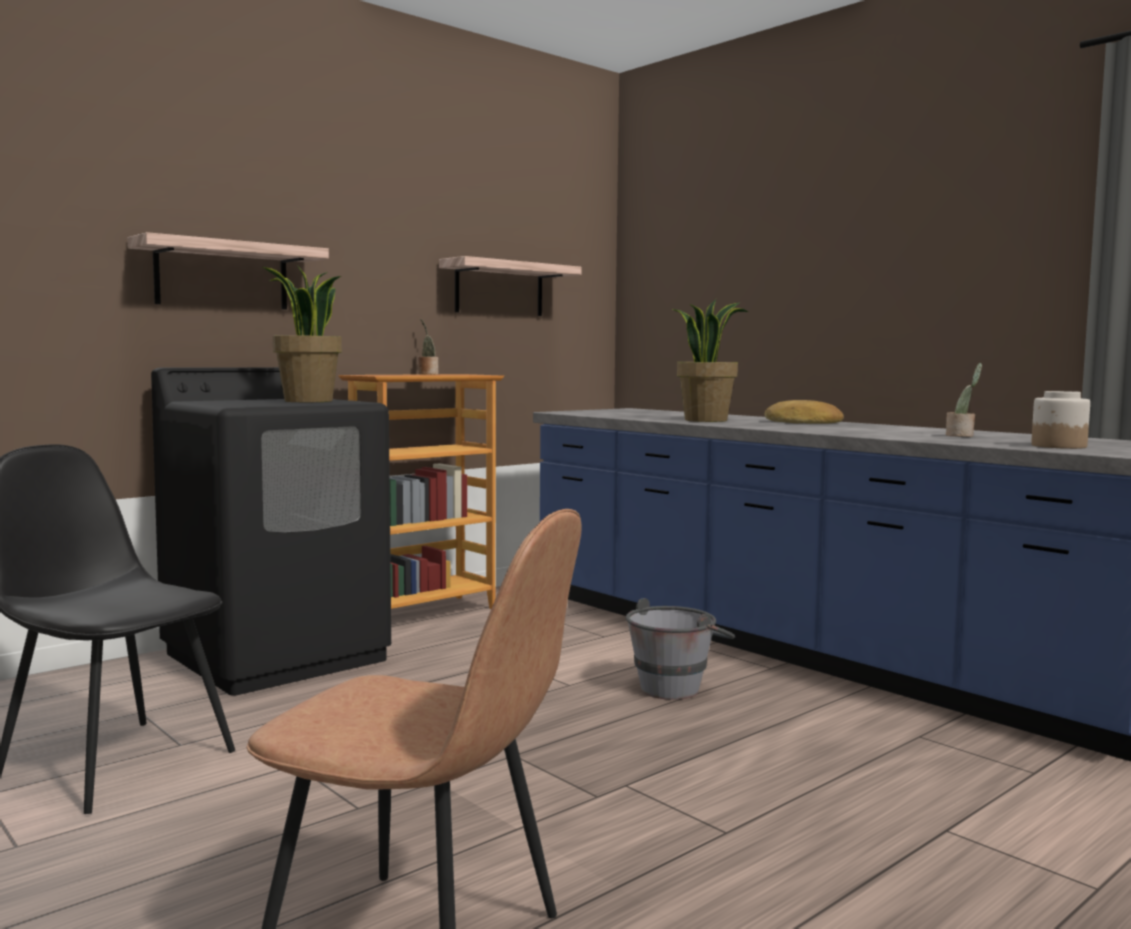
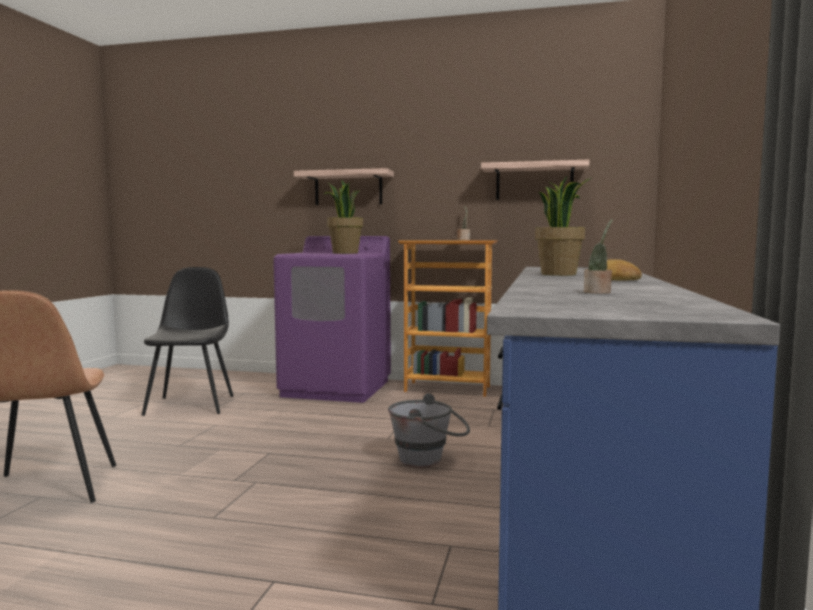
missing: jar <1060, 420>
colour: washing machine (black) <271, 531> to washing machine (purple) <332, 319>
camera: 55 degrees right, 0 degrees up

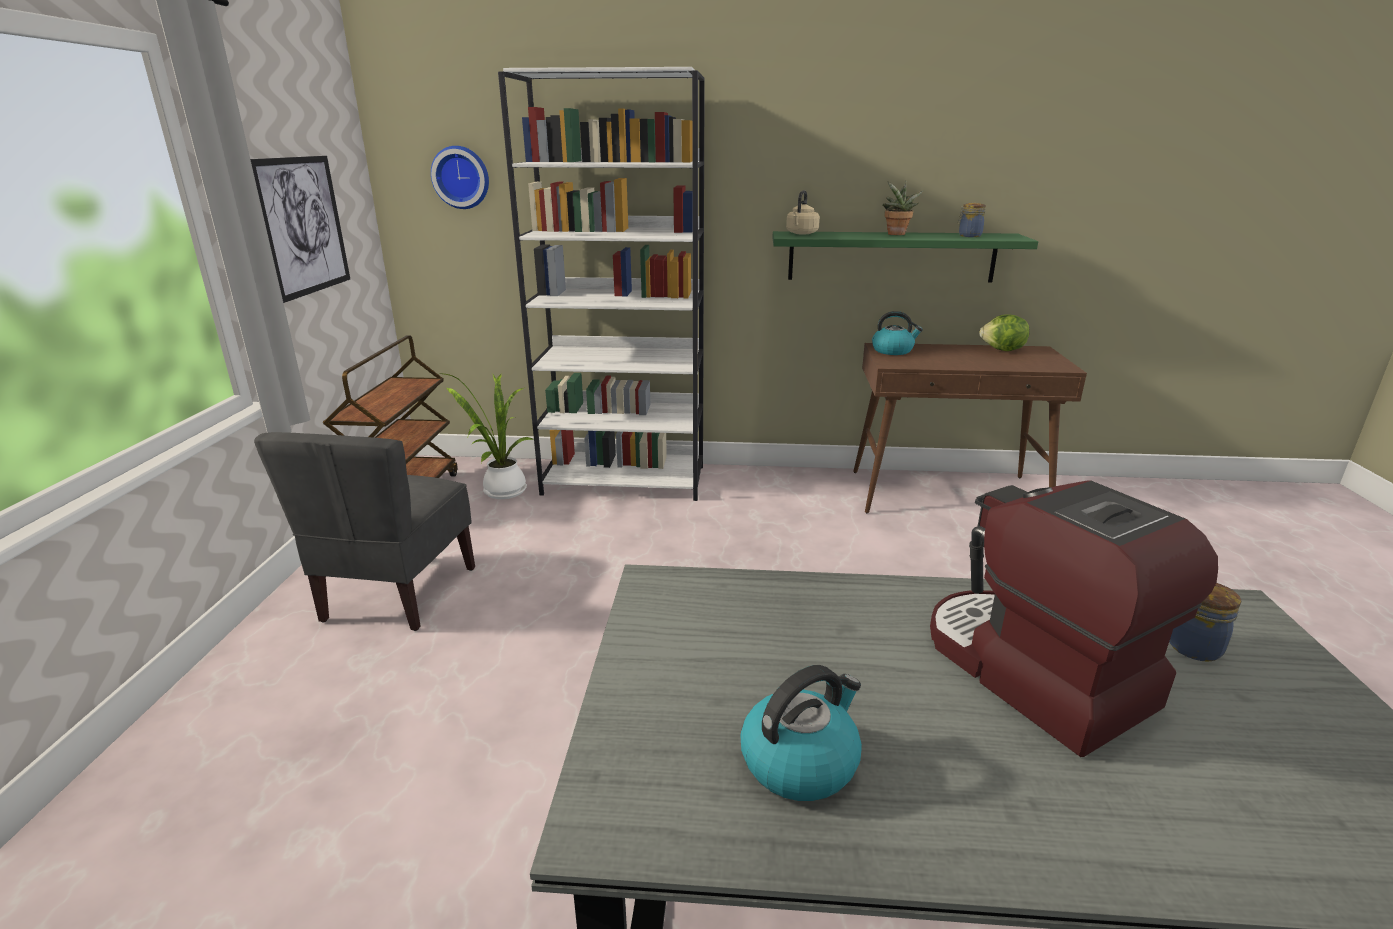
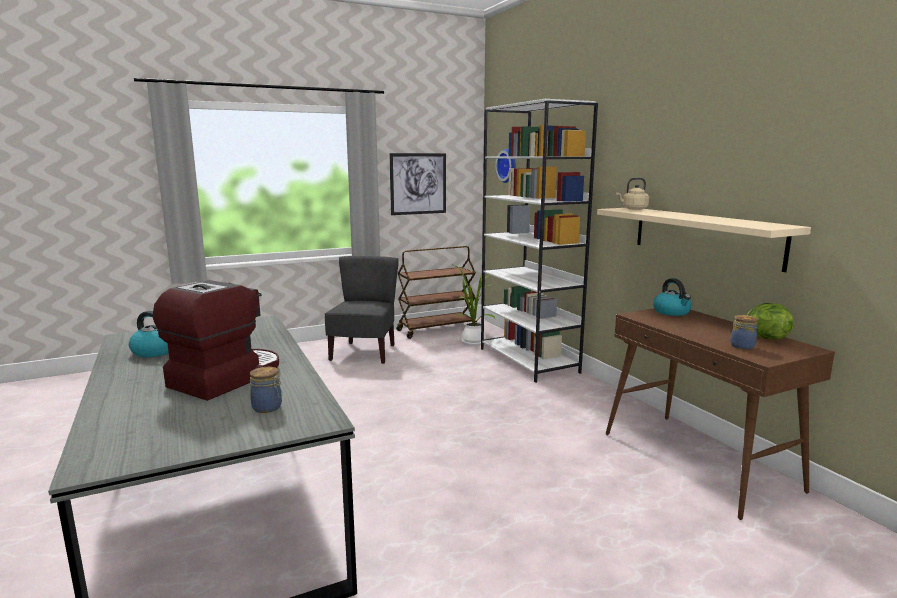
missing: potted plant <902, 208>
relocated: jar <972, 220> to <744, 332>
colour: shelf (green) <905, 256> to shelf (beige) <704, 240>
spun: chair (grey) <364, 531> = <362, 310> 120 degrees clockwise
camera: 60 degrees right, 10 degrees down

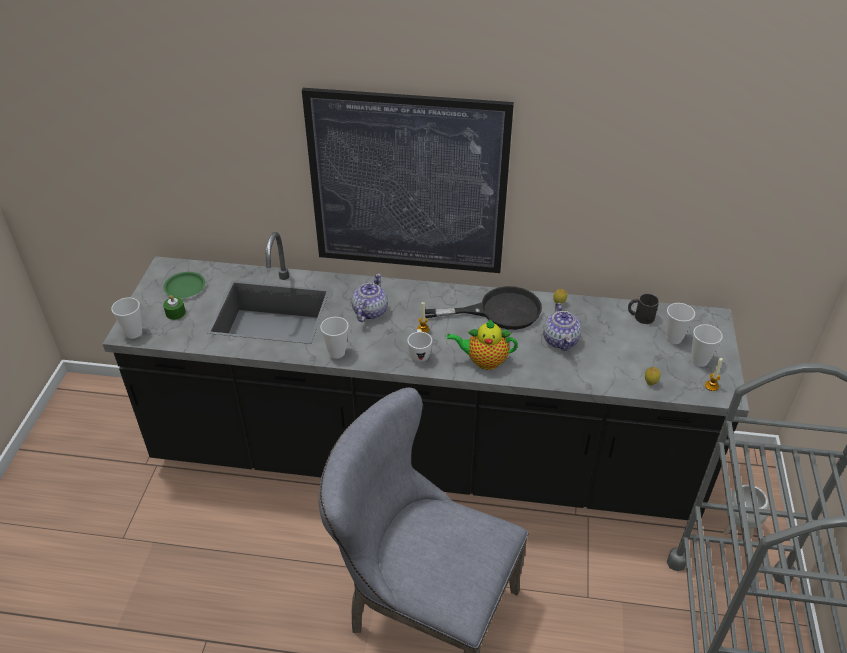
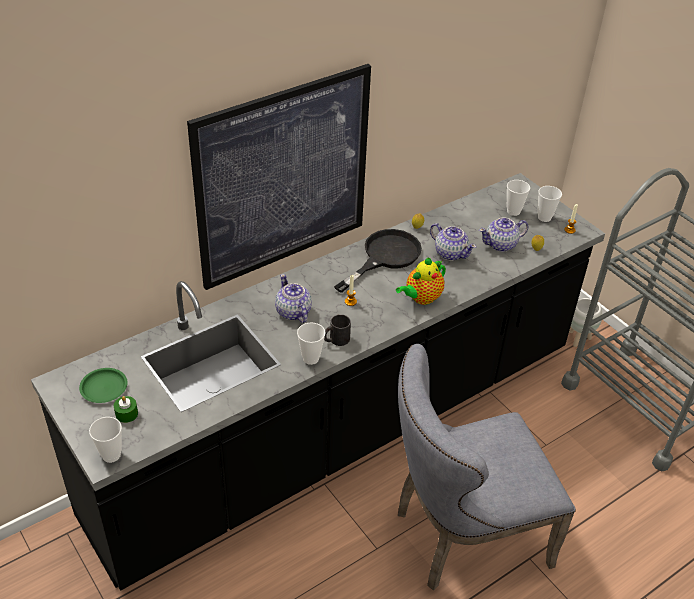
missing: mug (white) <419, 345>
appeared: teapot <503, 234>
relocated: mug (black) <643, 309> to <337, 330>
camera: 45 degrees left, 0 degrees up

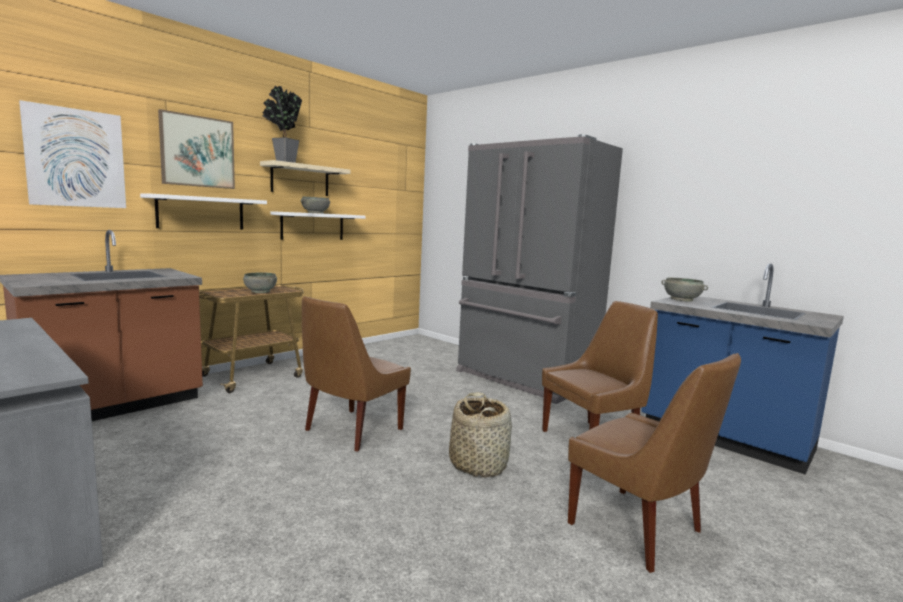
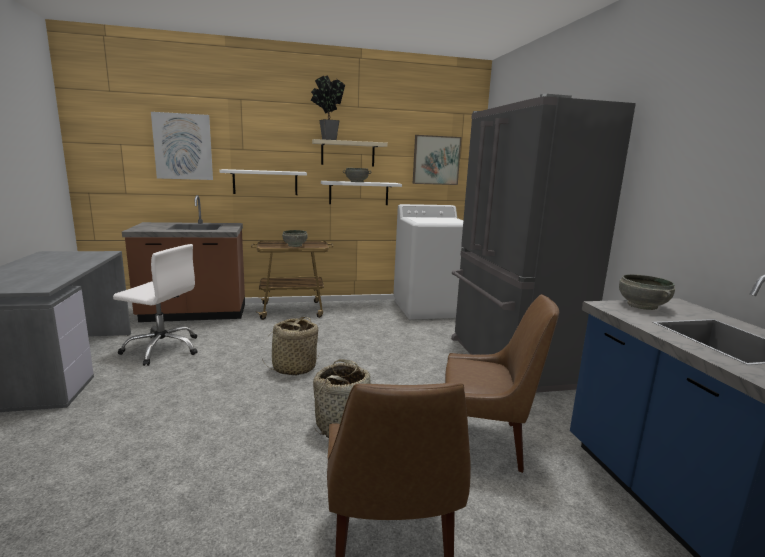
appeared: washing machine (white) <428, 262>; office chair (white) <155, 305>
relocated: picture <196, 149> to <437, 160>
exchanged: chair (brown) <356, 374> to basket <290, 346>
camera: 35 degrees right, 5 degrees up

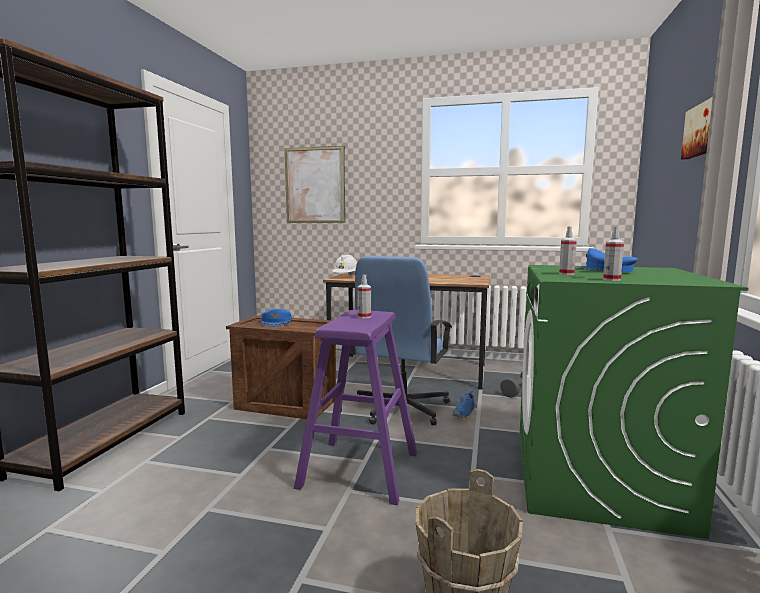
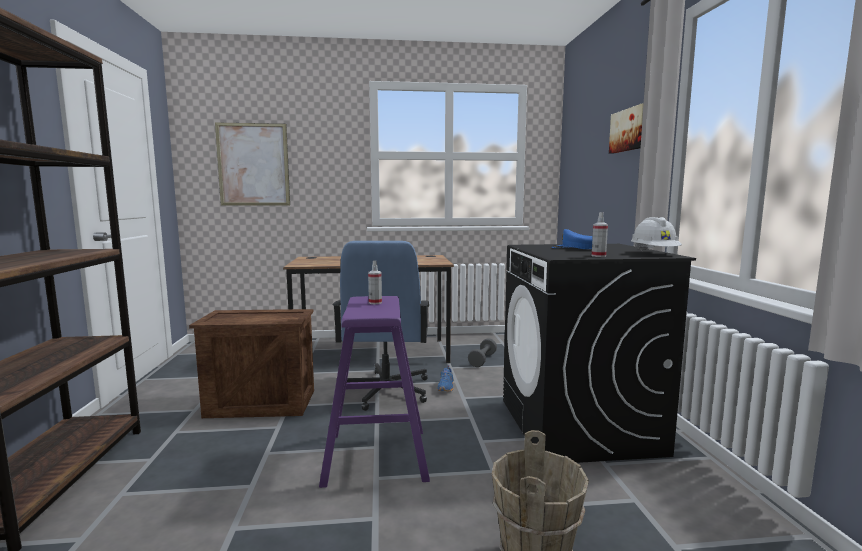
missing: spray bottle <568, 250>; cap (blue) <276, 318>
relocated: hard hat (white) <344, 265> to <656, 234>
colour: washing machine (green) <633, 402> to washing machine (black) <599, 353>
camera: 20 degrees left, 0 degrees up

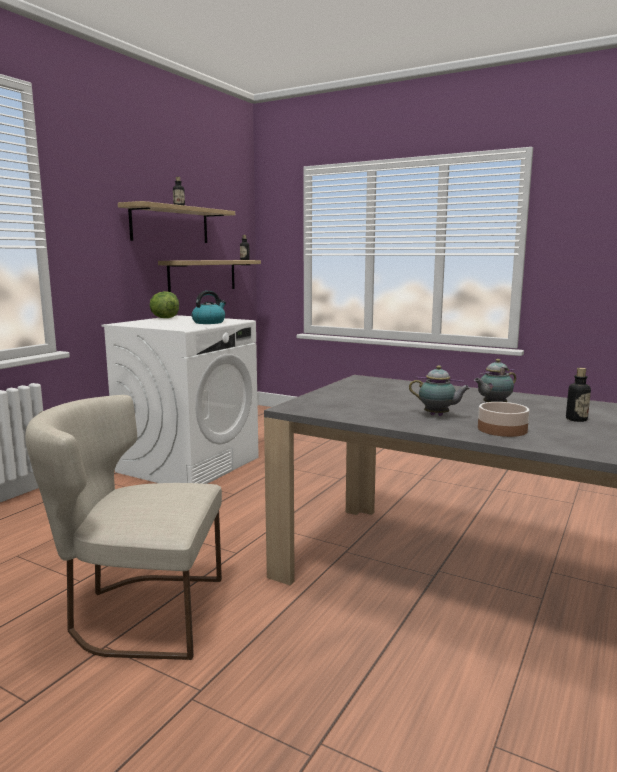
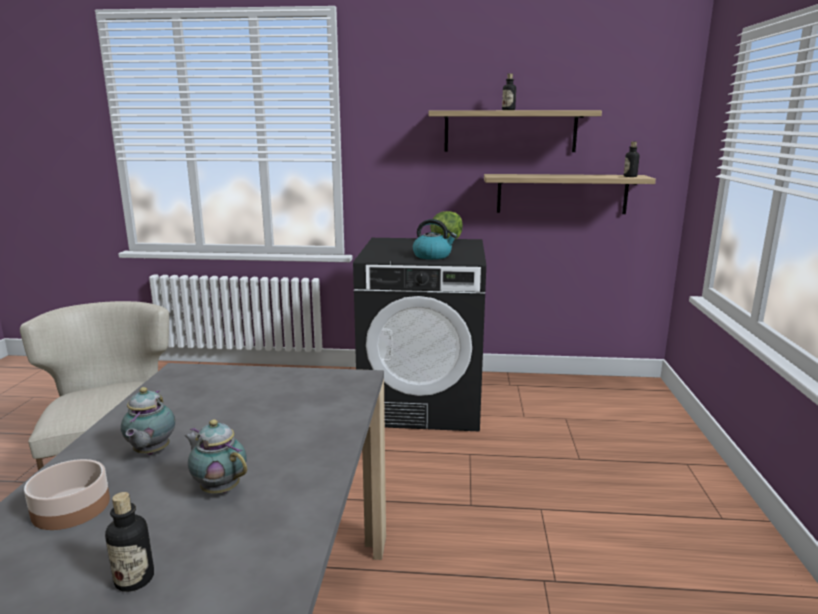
colour: washing machine (white) <180, 399> to washing machine (black) <419, 335>
camera: 65 degrees right, 5 degrees up

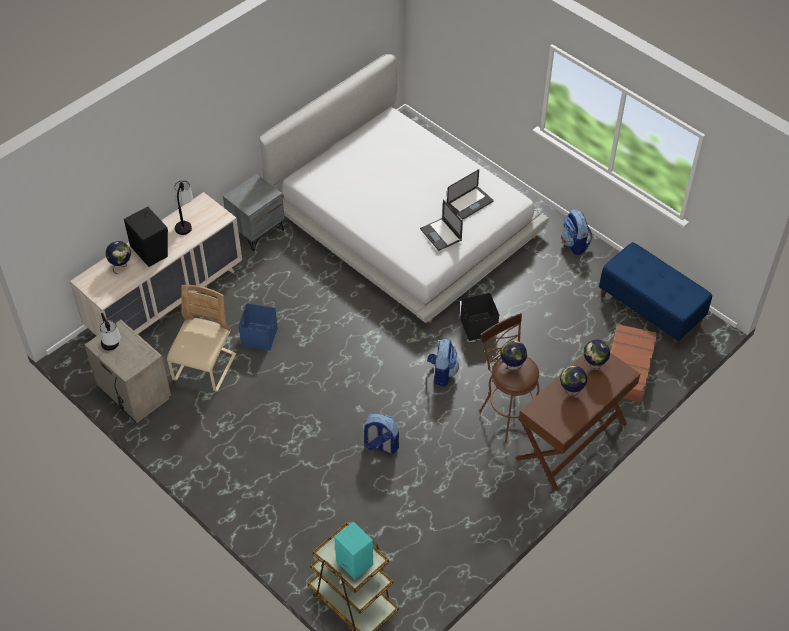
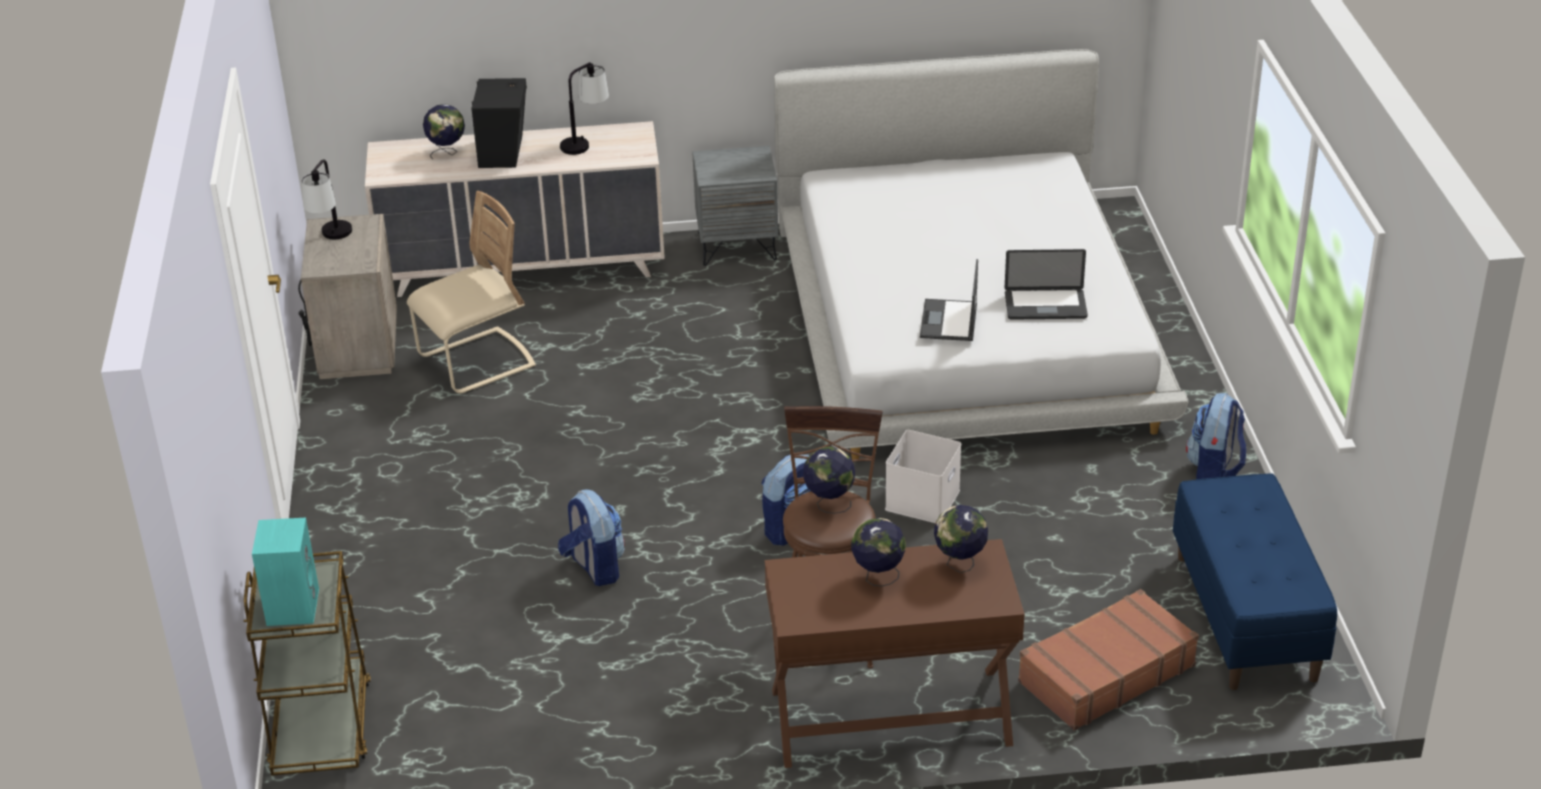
missing: storage box (blue) <258, 327>
colour: storage box (black) <479, 317> to storage box (white) <923, 476>
camera: 40 degrees right, 15 degrees down

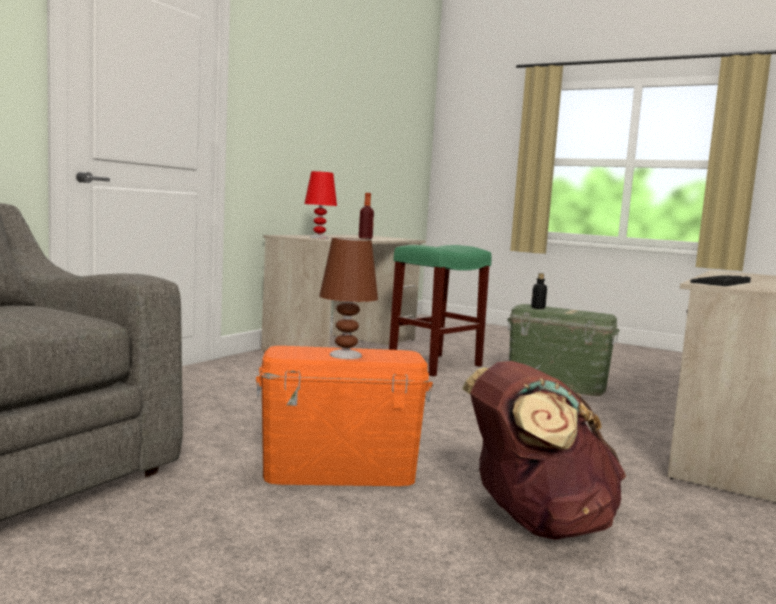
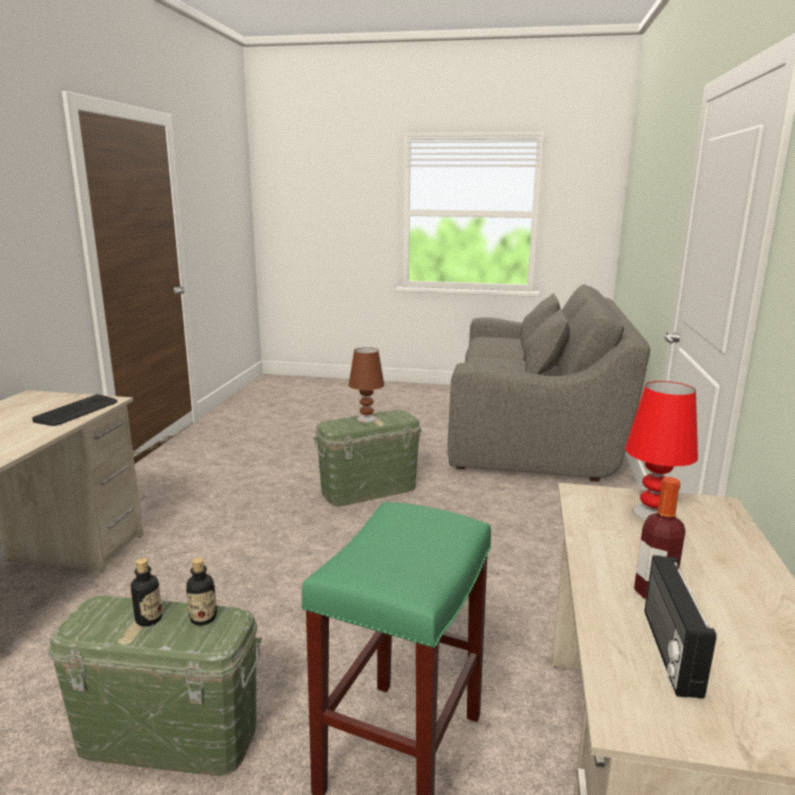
missing: backpack (brown) <544, 450>
appeared: radio <680, 626>; bottle <146, 592>
colour: storage box (orange) <344, 416> to storage box (green) <368, 458>
camera: 160 degrees right, 10 degrees up

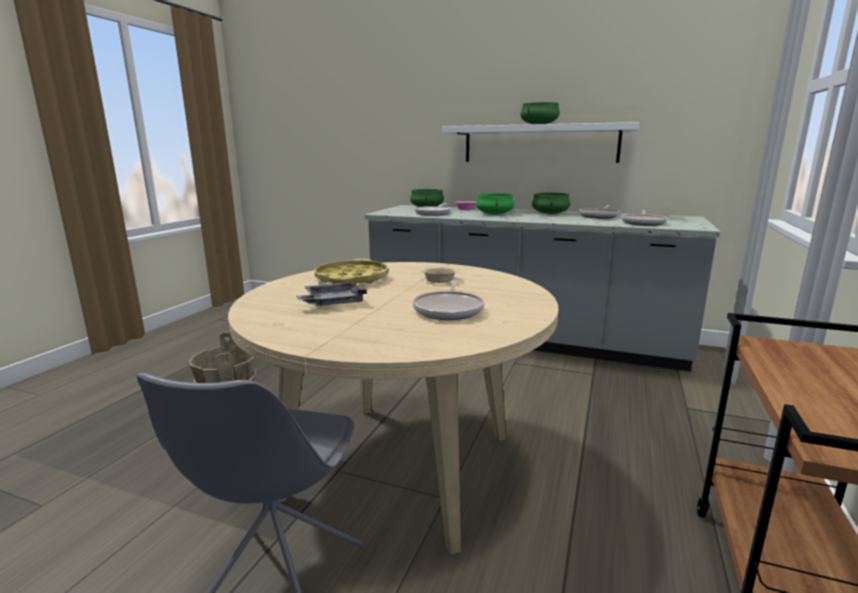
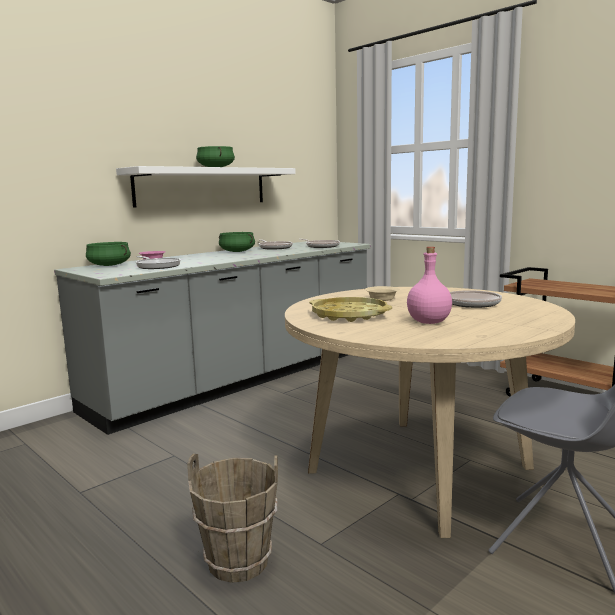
missing: cooking pot (green) <495, 204>
exchanged: tray (grey) <331, 294> to bottle (pink) <429, 285>
camera: 65 degrees left, 5 degrees down

